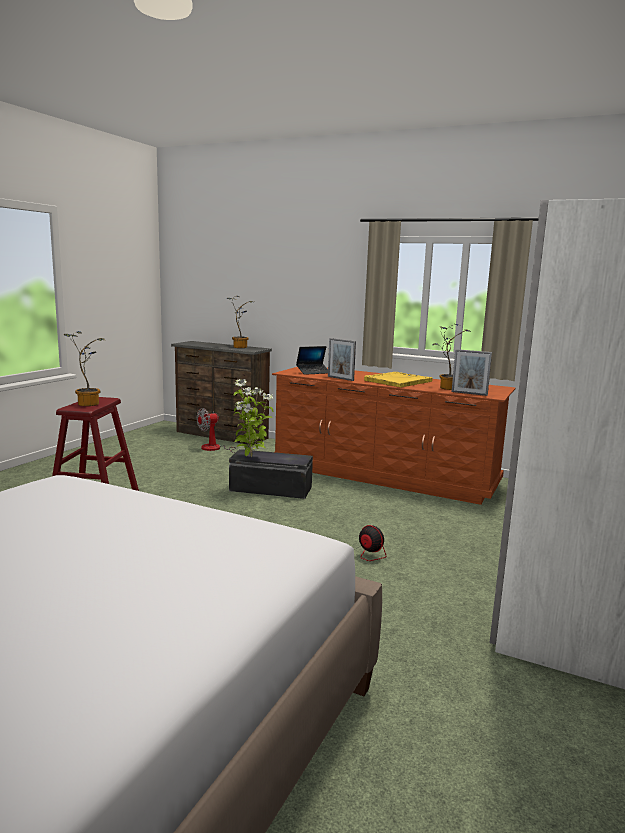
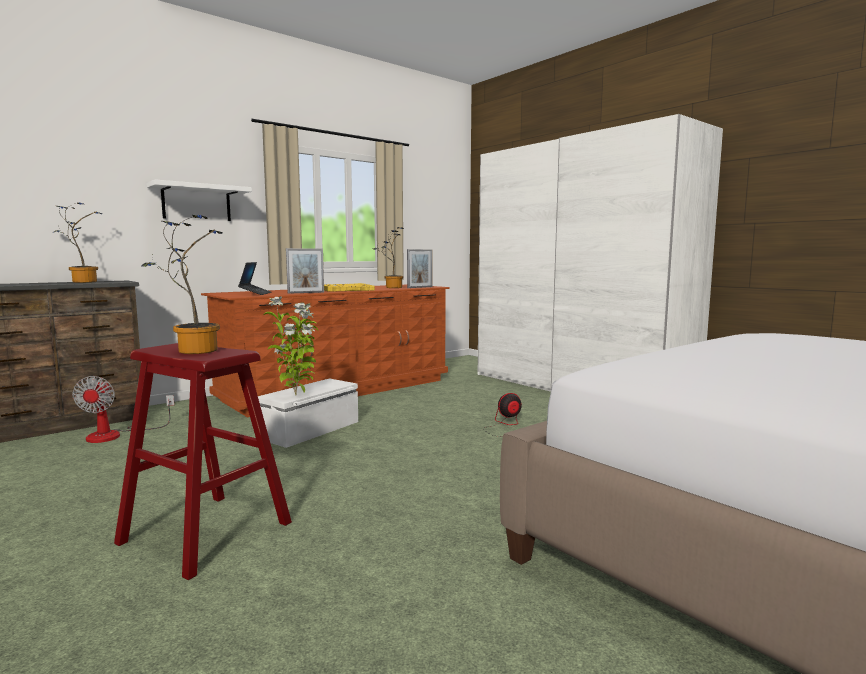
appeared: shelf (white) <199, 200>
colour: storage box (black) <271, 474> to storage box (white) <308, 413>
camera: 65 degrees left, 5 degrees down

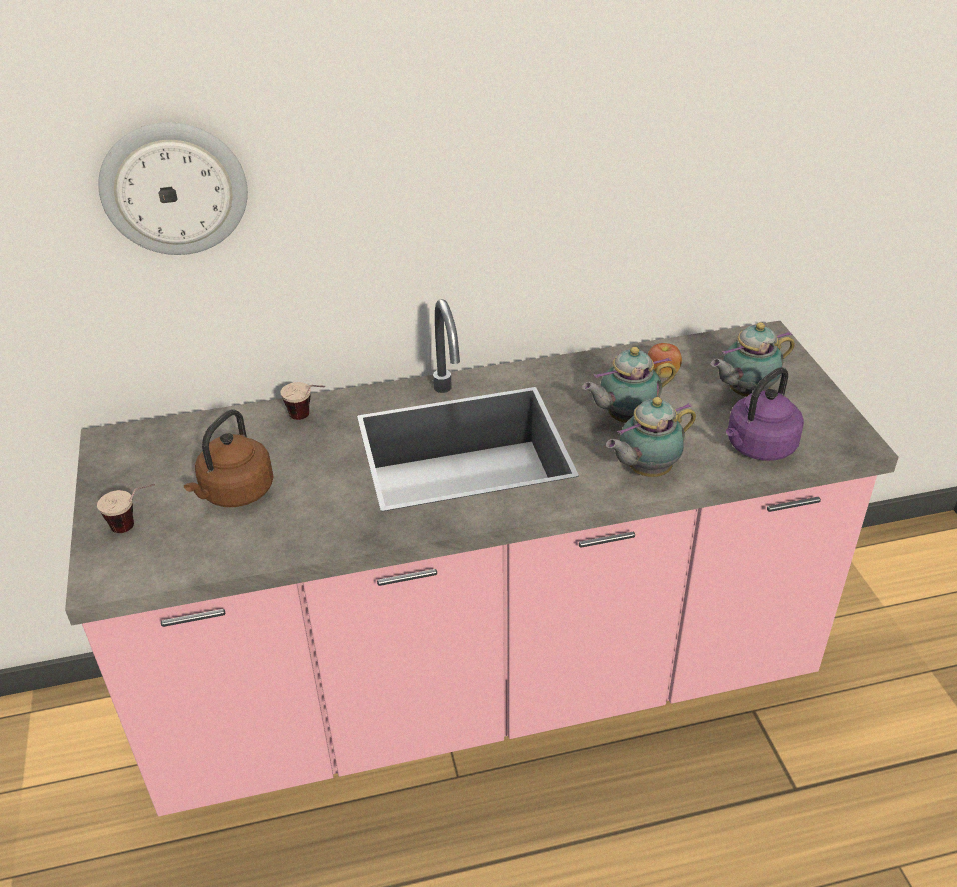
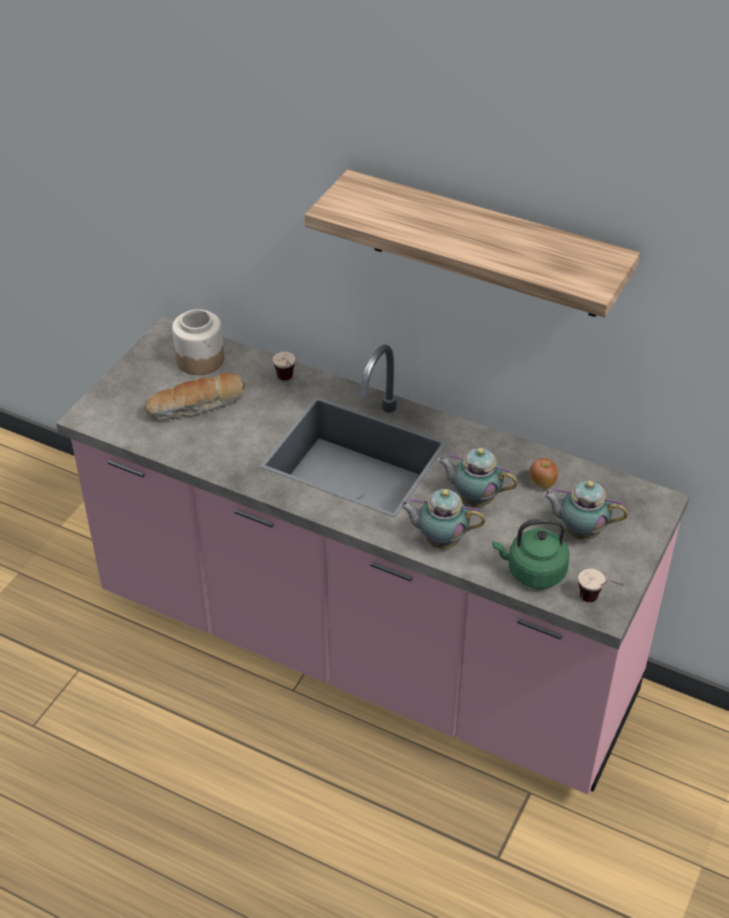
missing: wall clock <173, 188>
appeared: shelf <472, 243>; jar <198, 342>
relocated: cup <126, 508> to <601, 585>
exchanged: kettle (brown) <229, 458> to bread <195, 396>
colour: kettle (purple) <765, 414> to kettle (green) <530, 554>
camera: 40 degrees right, 5 degrees up

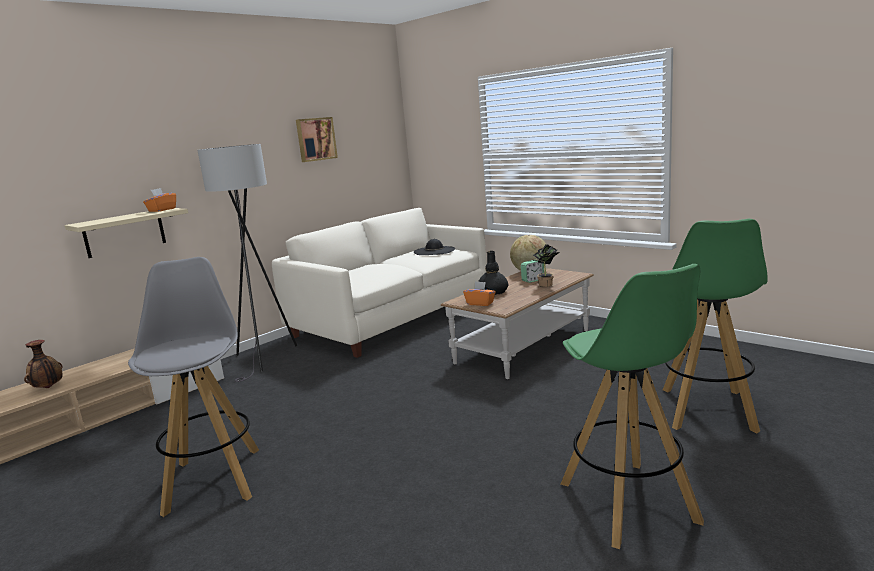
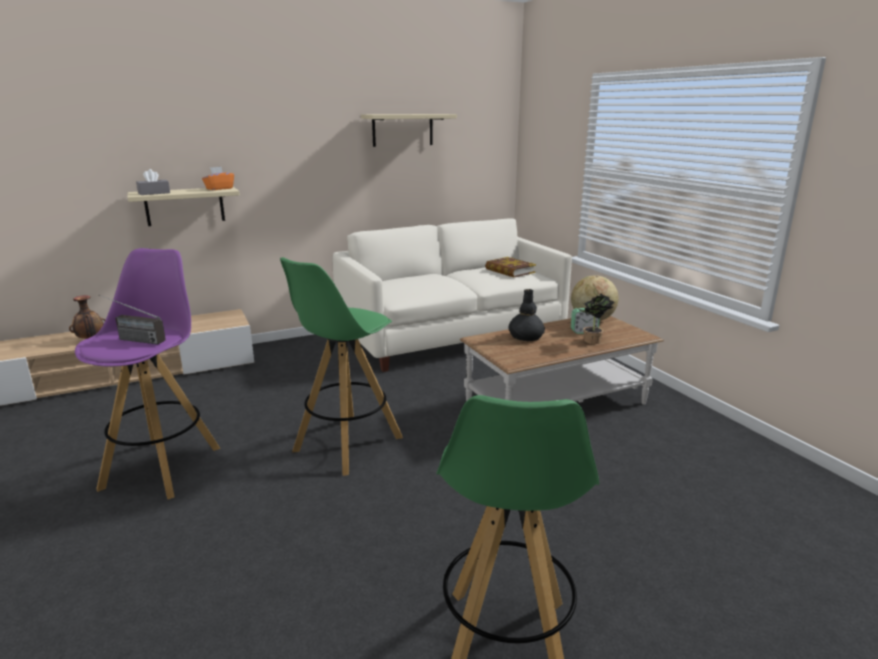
missing: floor lamp (grey) <247, 263>; tissue box (orange) <479, 293>
appeared: tissue box (grey) <153, 182>; radio <132, 320>
relocated: stool (green) <715, 326> to <341, 366>
exchanged: picture <317, 139> to shelf (beige) <409, 130>; hat (black) <434, 247> to book <510, 267>
colour: stool (grey) <193, 387> to stool (purple) <147, 373>
camera: 20 degrees right, 5 degrees up

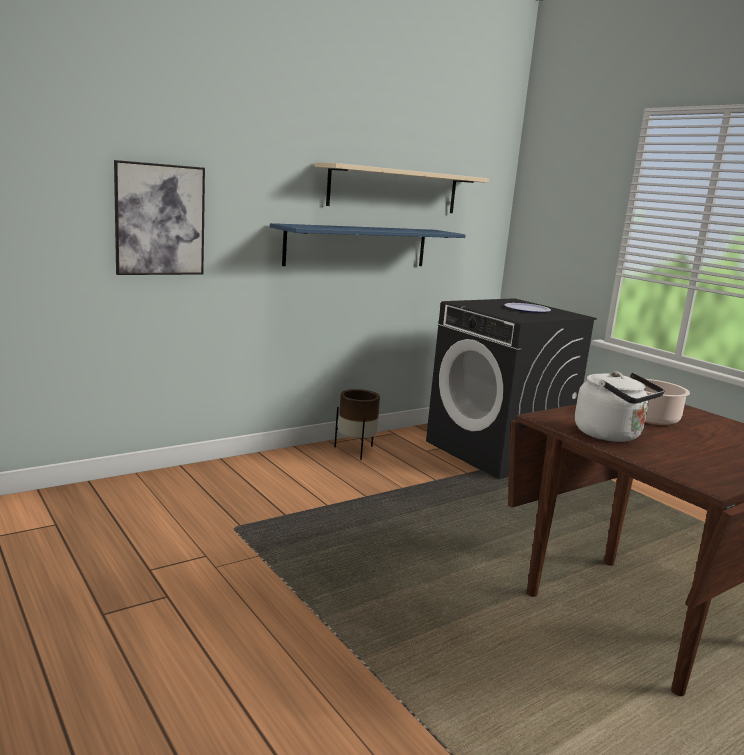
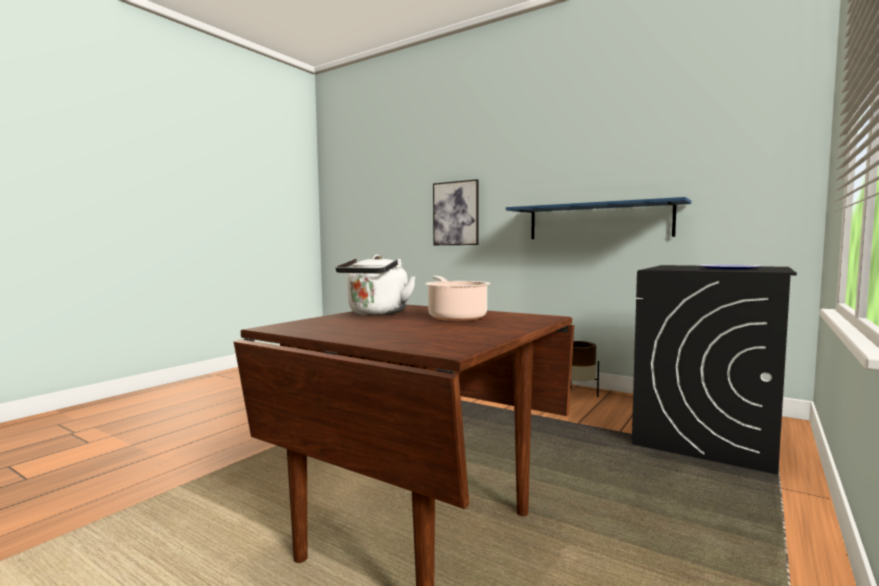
missing: shelf (beige) <402, 187>
camera: 70 degrees right, 10 degrees down

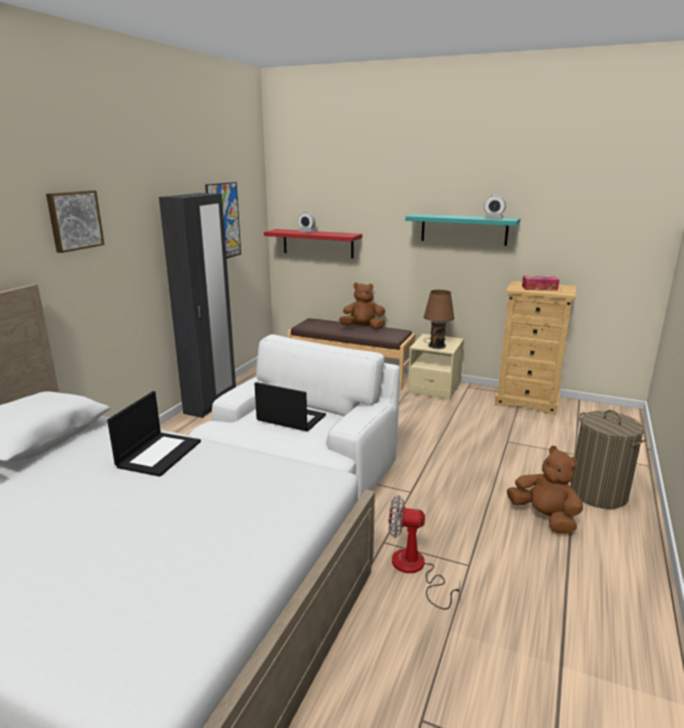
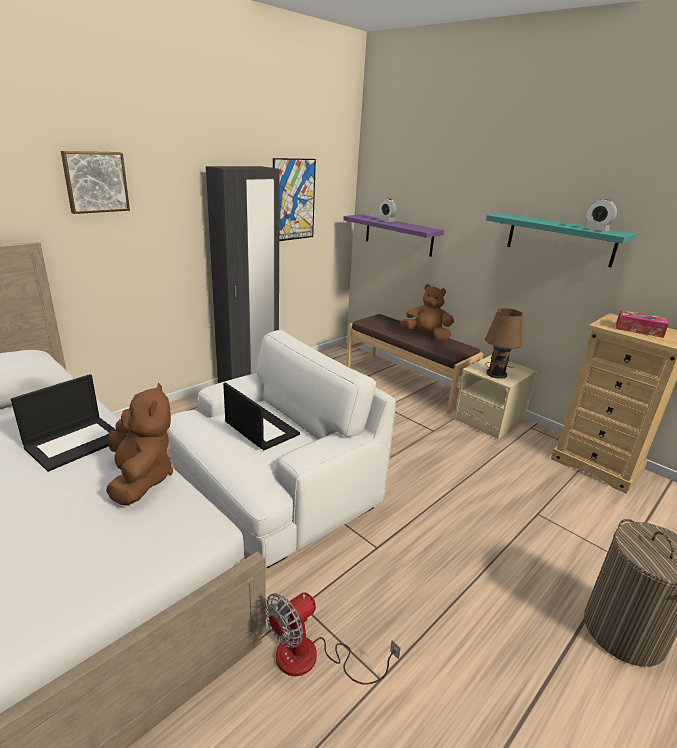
relocated: plush toy (brown) <545, 490> to <139, 444>
colour: shelf (red) <313, 243> to shelf (purple) <393, 235>
spun: fan <424, 552> = <332, 638> 75 degrees counterclockwise
camera: 20 degrees right, 5 degrees up

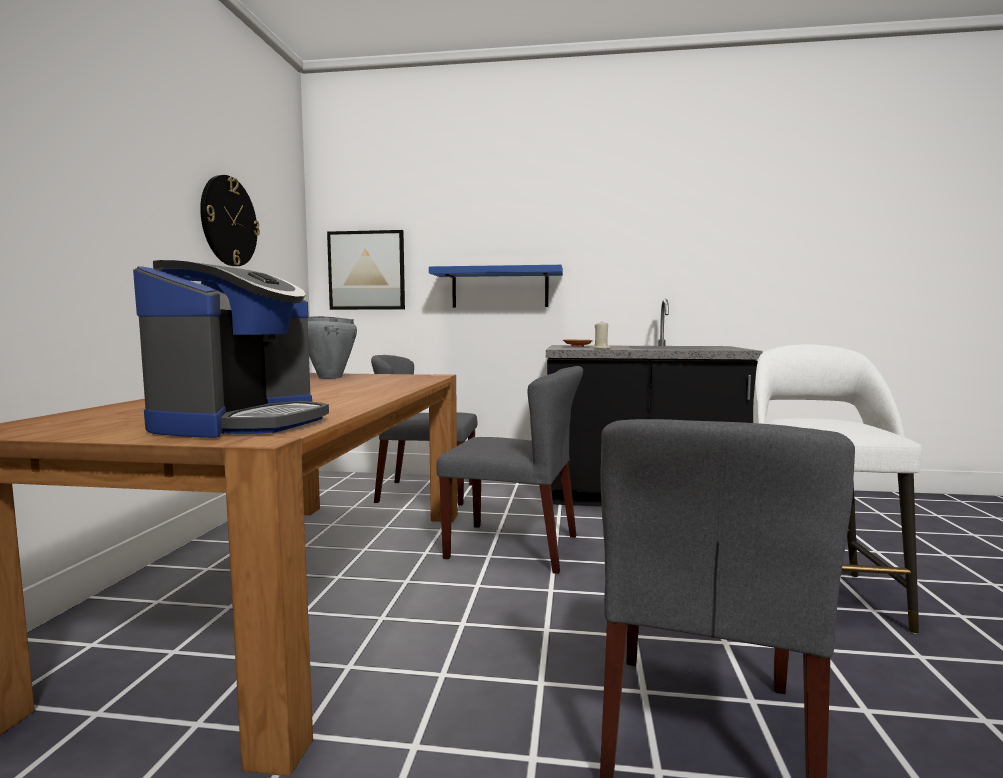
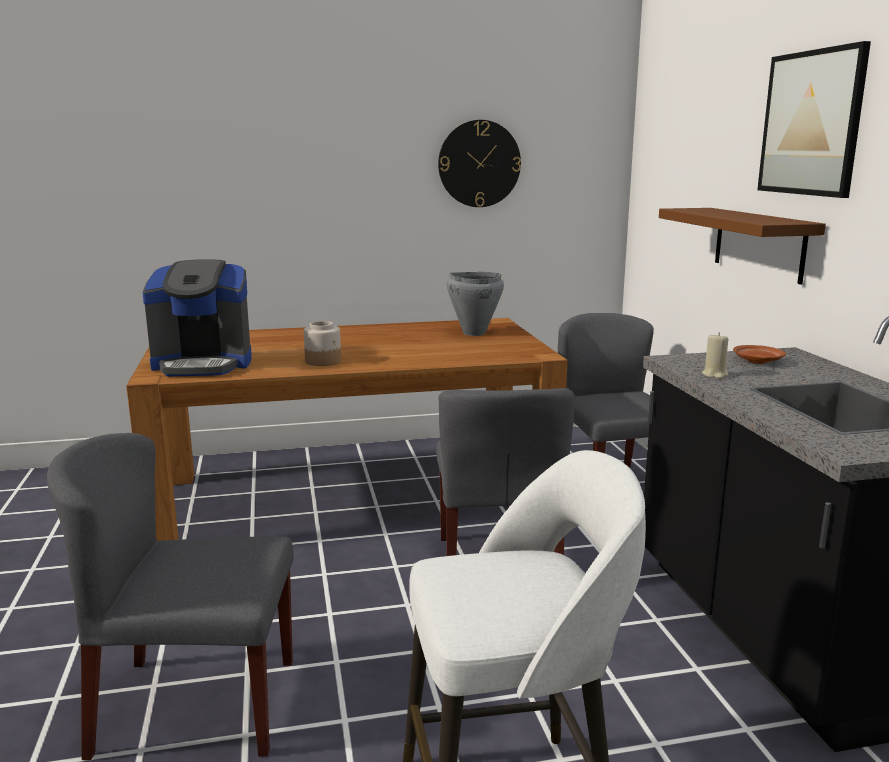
appeared: jar <322, 343>
relocated: picture <366, 270> to <814, 119>
colour: shelf (blue) <496, 286> to shelf (brown) <742, 246>
camera: 70 degrees right, 10 degrees up

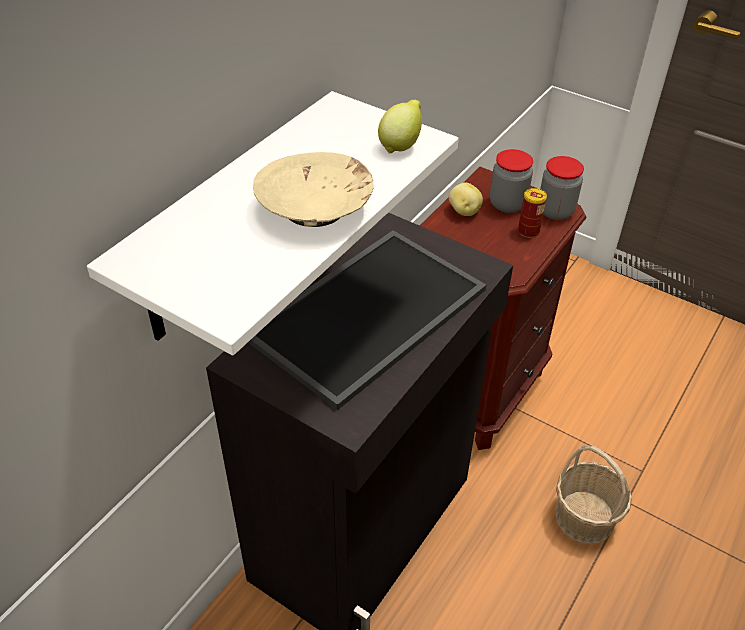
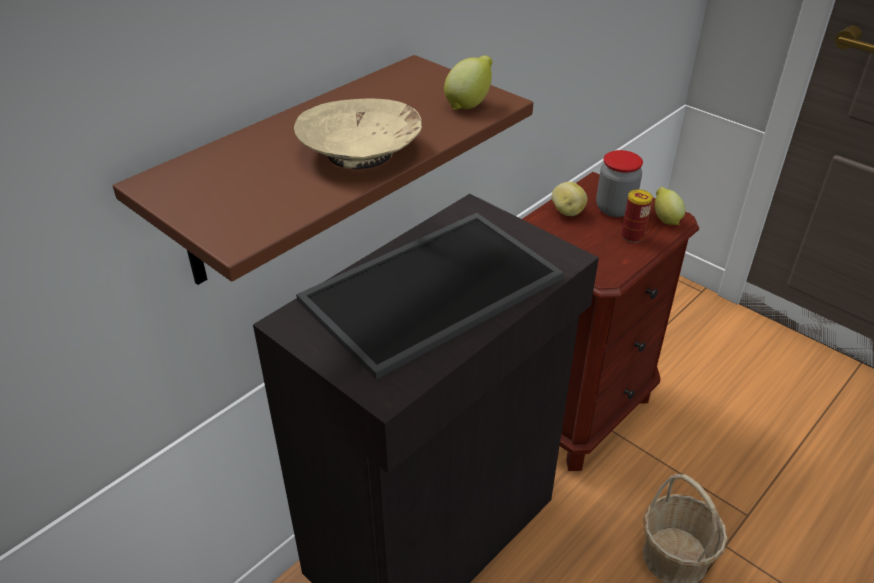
exchanged: jar <562, 188> to lemon <670, 206>
colour: shelf (white) <273, 223> to shelf (brown) <323, 170>
camera: 10 degrees right, 5 degrees down

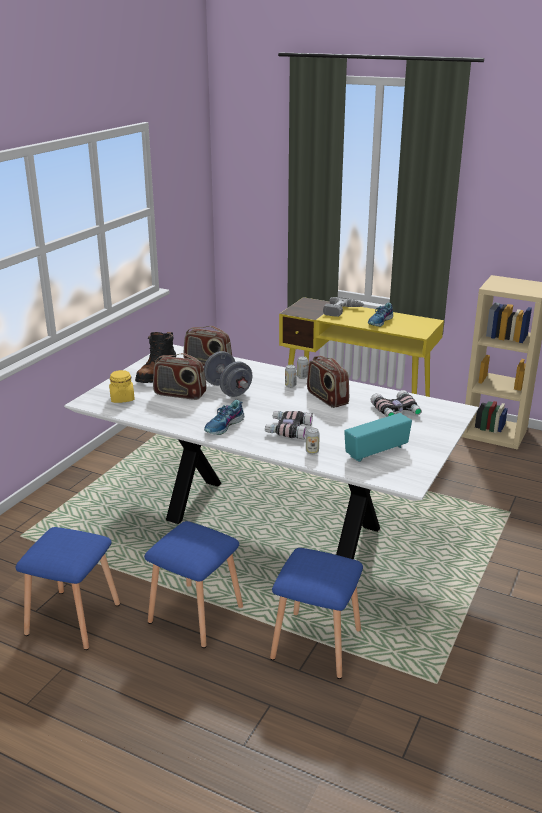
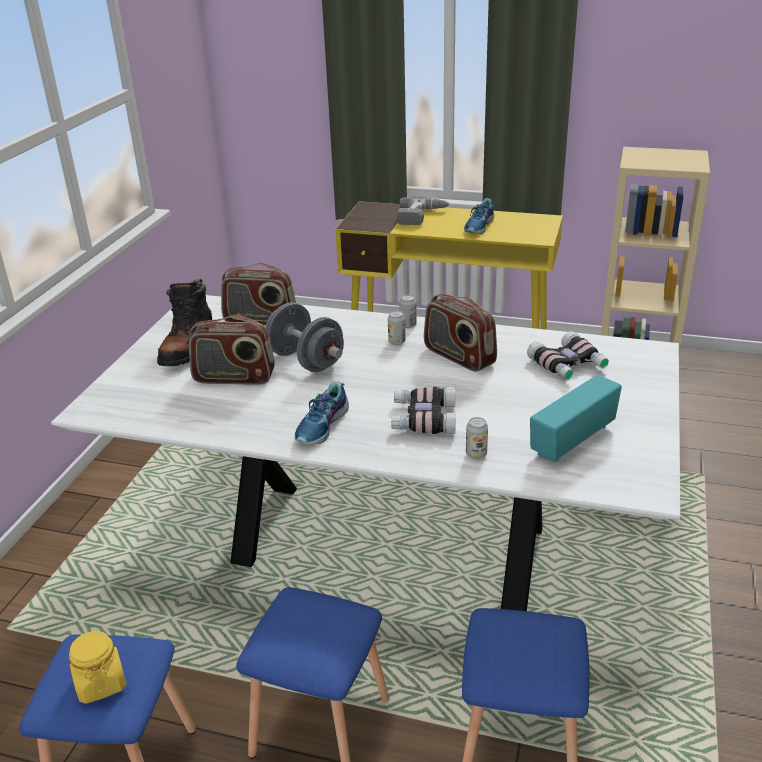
relocated: jar (yellow) <122, 386> to <97, 666>
camera: 10 degrees left, 5 degrees up

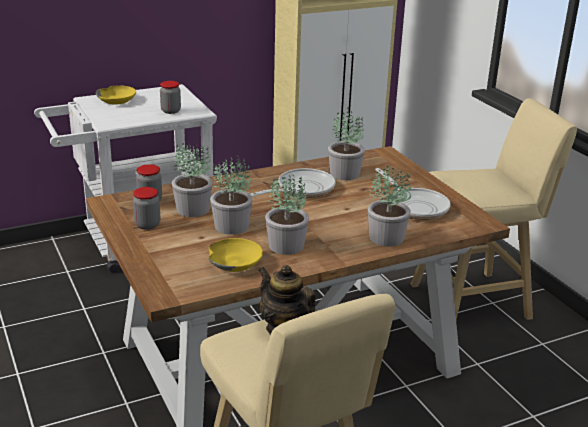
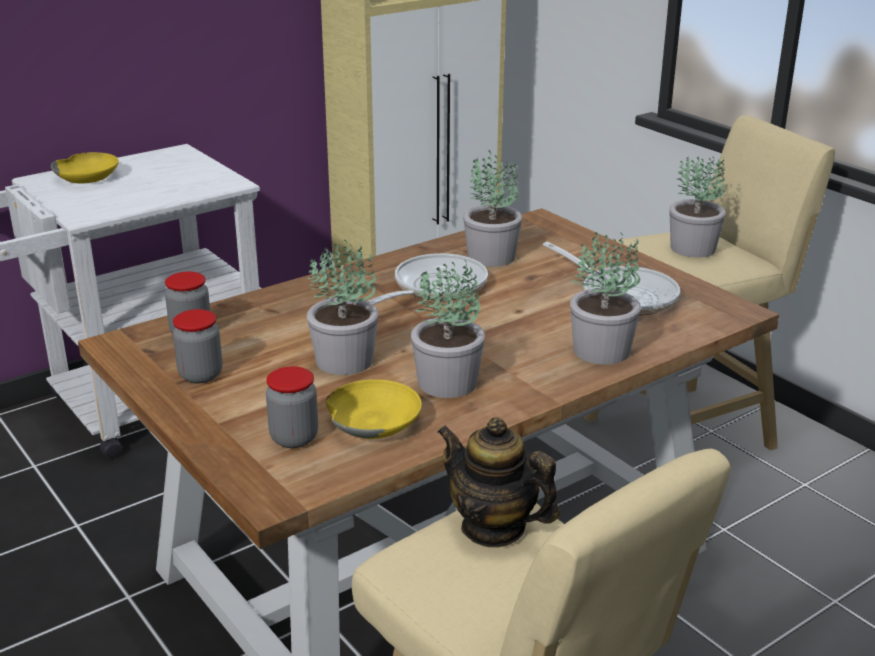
relocated: jar <170, 97> to <292, 407>; potted plant <192, 180> to <697, 207>
camera: 10 degrees left, 0 degrees up

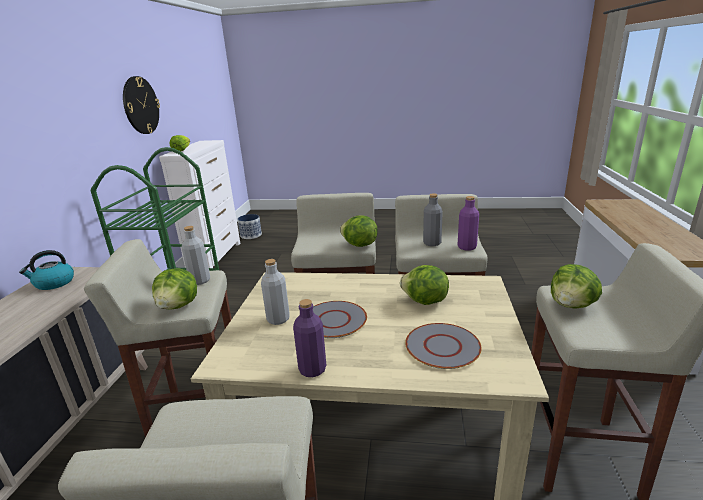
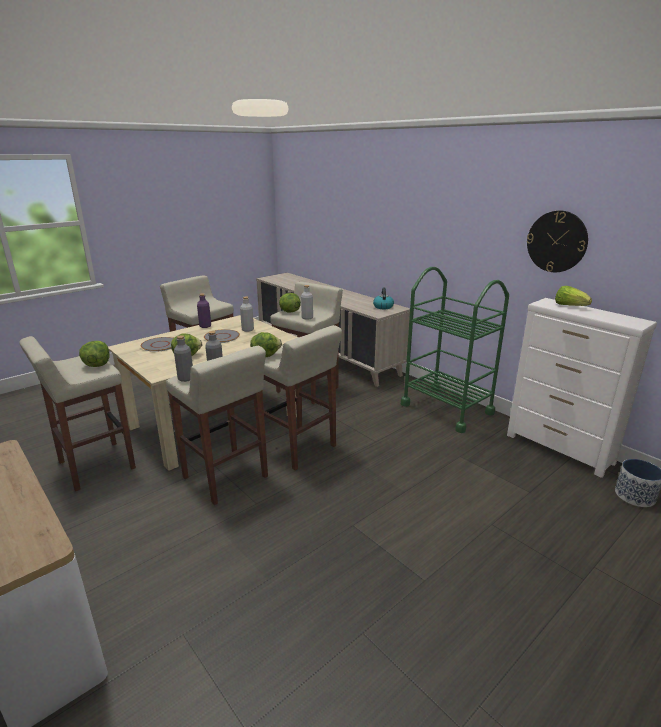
colour: bottle (purple) <468, 223> to bottle (grey) <183, 358>
camera: 130 degrees right, 0 degrees up

